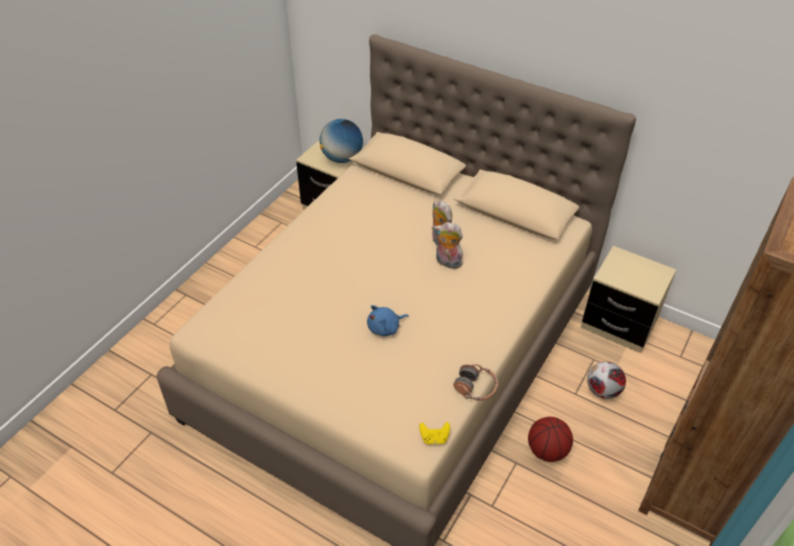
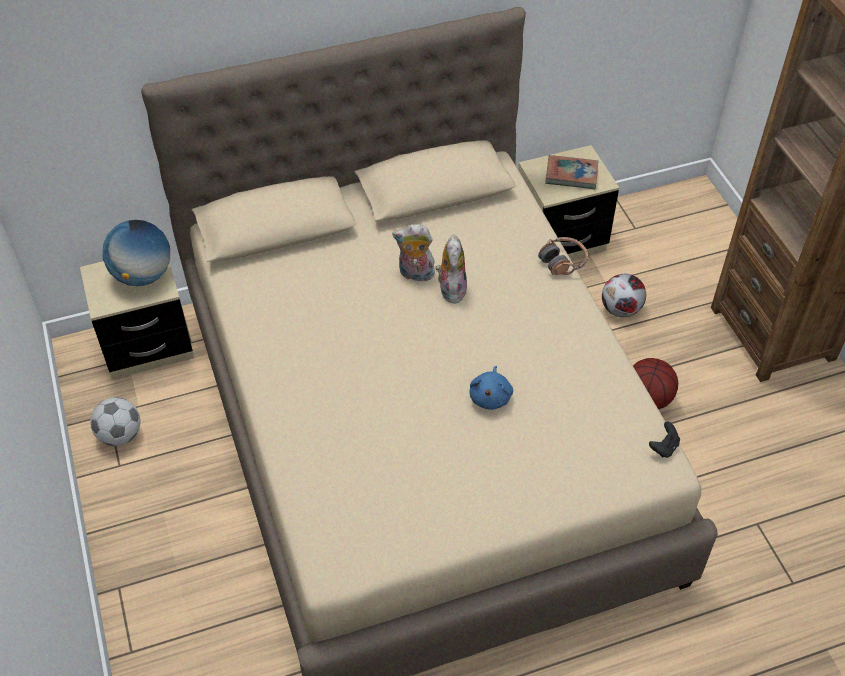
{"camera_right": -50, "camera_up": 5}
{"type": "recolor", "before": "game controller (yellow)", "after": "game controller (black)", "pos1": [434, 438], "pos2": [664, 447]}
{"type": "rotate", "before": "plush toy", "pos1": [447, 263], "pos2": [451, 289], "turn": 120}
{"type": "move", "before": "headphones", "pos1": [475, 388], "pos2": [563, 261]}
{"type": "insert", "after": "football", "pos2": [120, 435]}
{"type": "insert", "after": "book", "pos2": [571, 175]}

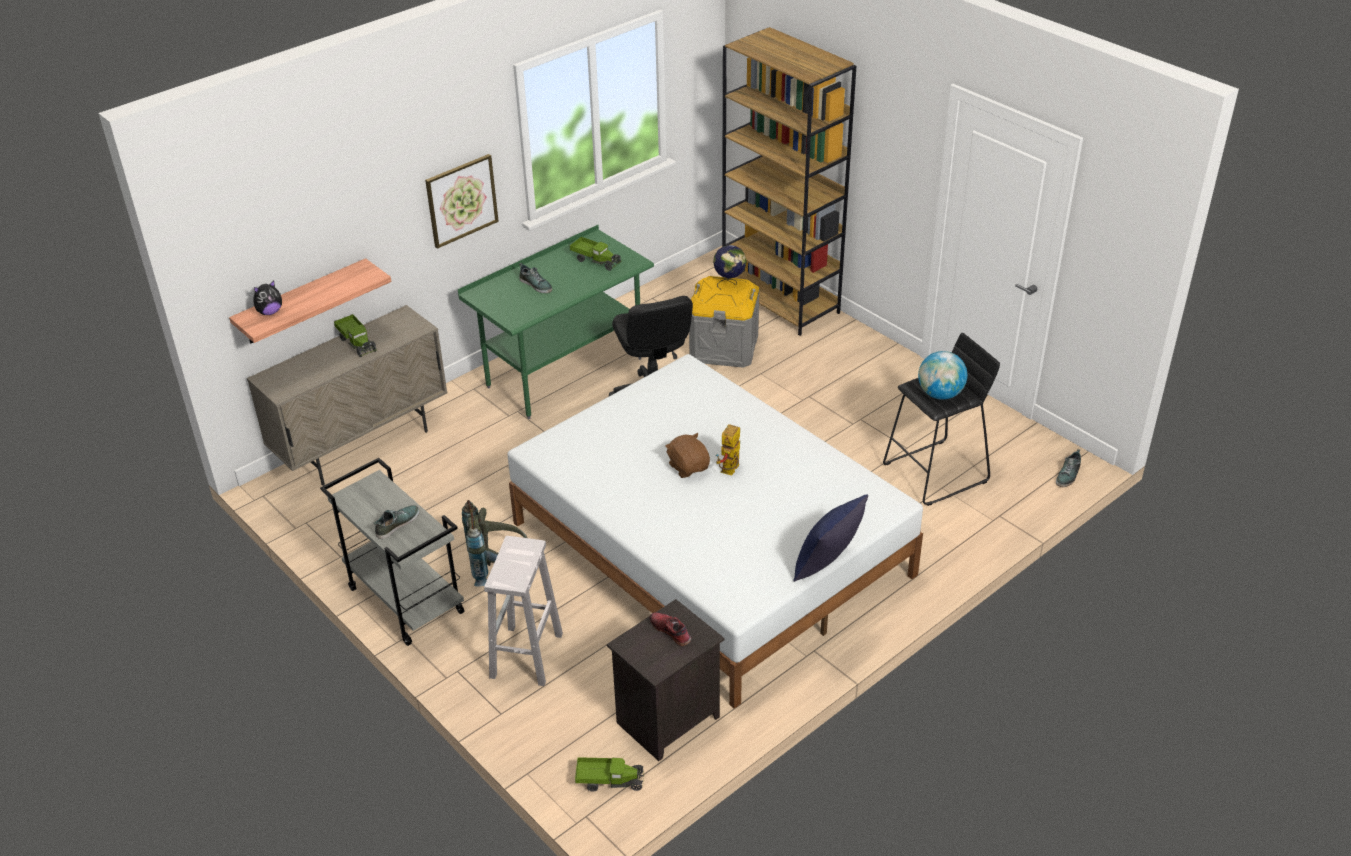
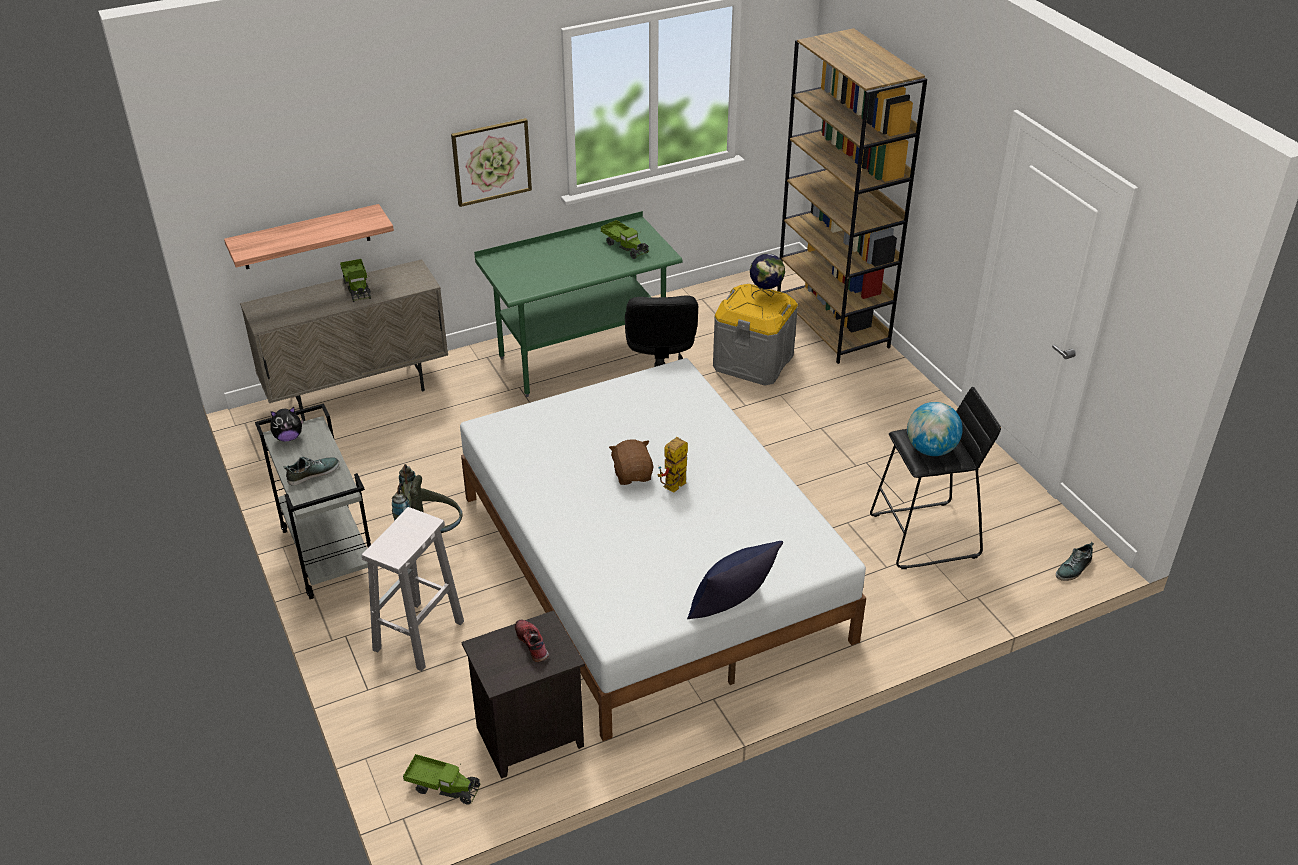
{"camera_right": 15, "camera_up": 0}
{"type": "move", "before": "plush toy", "pos1": [270, 312], "pos2": [288, 437]}
{"type": "delete", "before": "shoe", "pos1": [536, 285]}

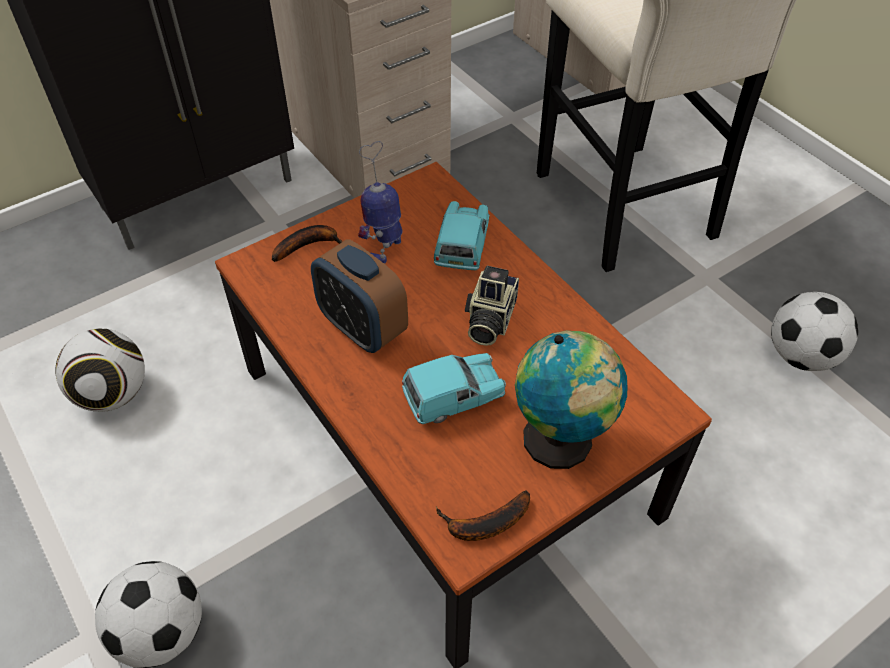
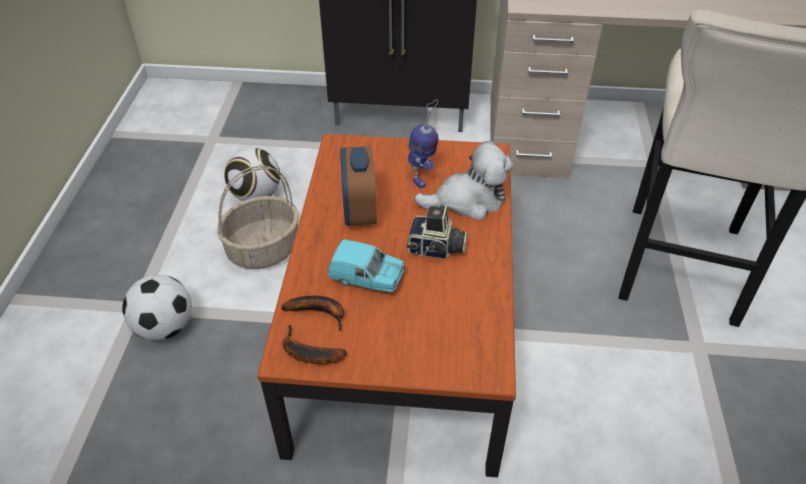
{"camera_right": 40, "camera_up": -5}
{"type": "move", "before": "banana", "pos1": [309, 245], "pos2": [320, 312]}
{"type": "rotate", "before": "toy robot", "pos1": [385, 247], "pos2": [422, 175], "turn": 120}
{"type": "replace", "before": "toy car (turquoise)", "after": "plush toy", "pos1": [462, 247], "pos2": [468, 200]}
{"type": "rotate", "before": "photo camera", "pos1": [488, 320], "pos2": [436, 249], "turn": -135}
{"type": "delete", "before": "globe", "pos1": [561, 442]}
{"type": "delete", "before": "football", "pos1": [801, 356]}
{"type": "insert", "after": "basket", "pos2": [264, 248]}

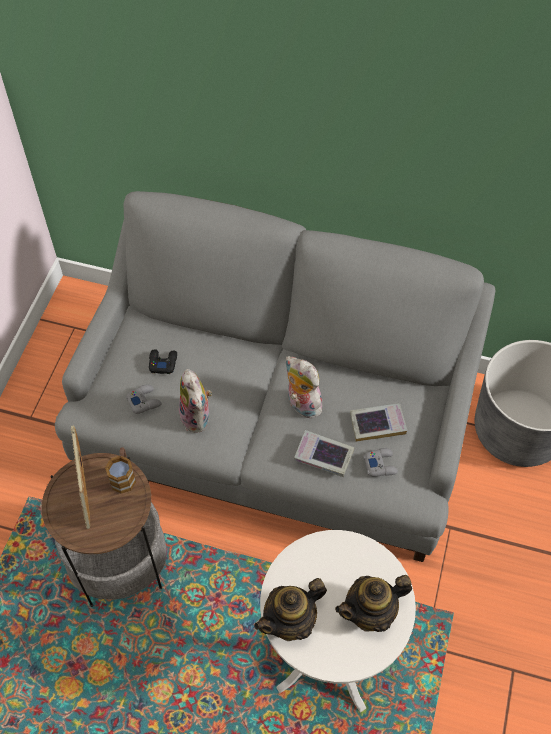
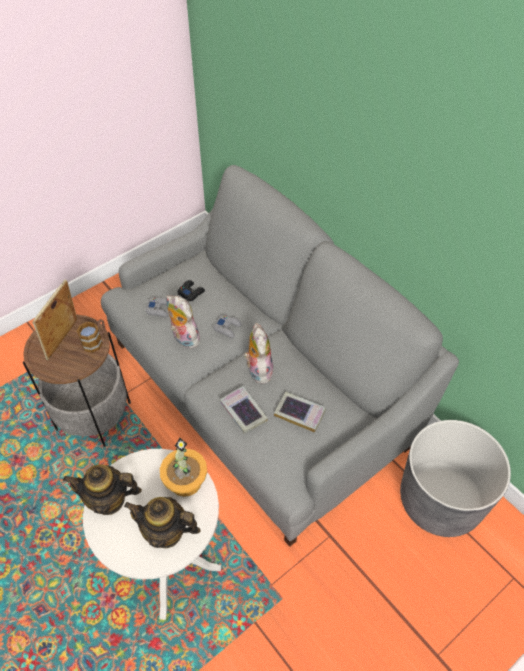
{"camera_right": 35, "camera_up": -5}
{"type": "rotate", "before": "plush toy", "pos1": [198, 417], "pos2": [183, 338], "turn": 120}
{"type": "move", "before": "game controller (grey)", "pos1": [380, 464], "pos2": [227, 328]}
{"type": "insert", "after": "potted plant", "pos2": [185, 480]}

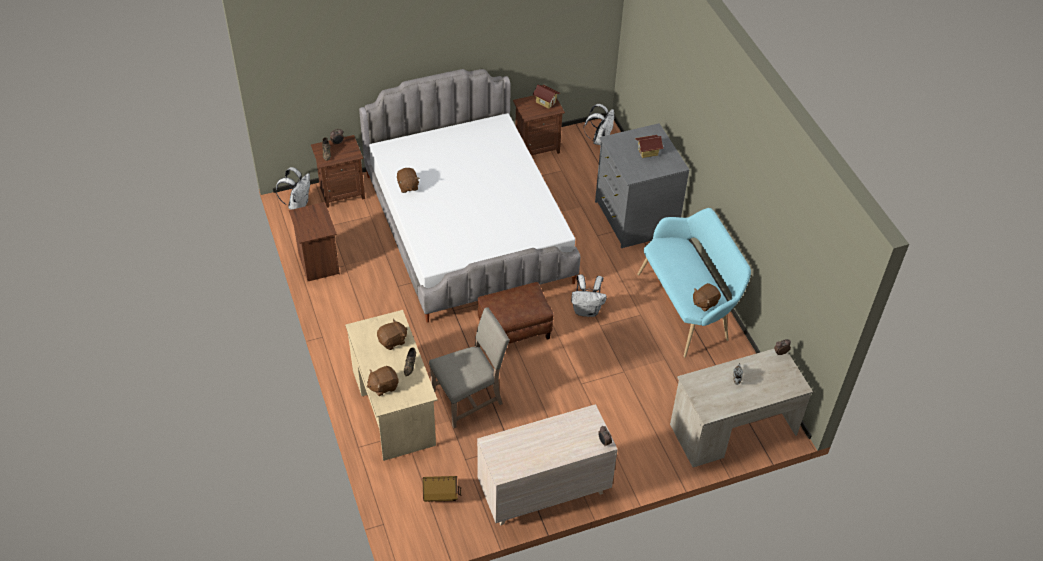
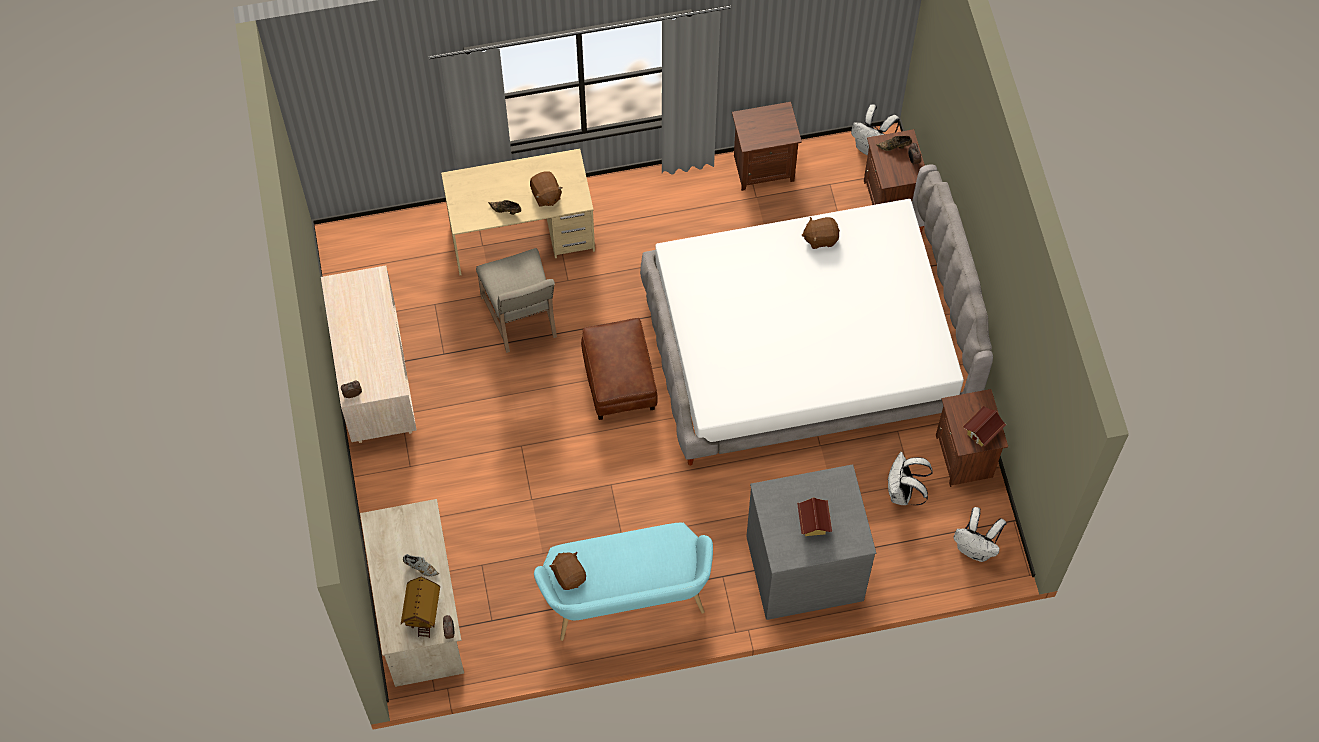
{"camera_right": 100, "camera_up": 15}
{"type": "delete", "before": "plush toy (brown)", "pos1": [383, 386]}
{"type": "move", "before": "toy house", "pos1": [441, 495], "pos2": [422, 612]}
{"type": "move", "before": "backpack (white)", "pos1": [587, 310], "pos2": [902, 493]}

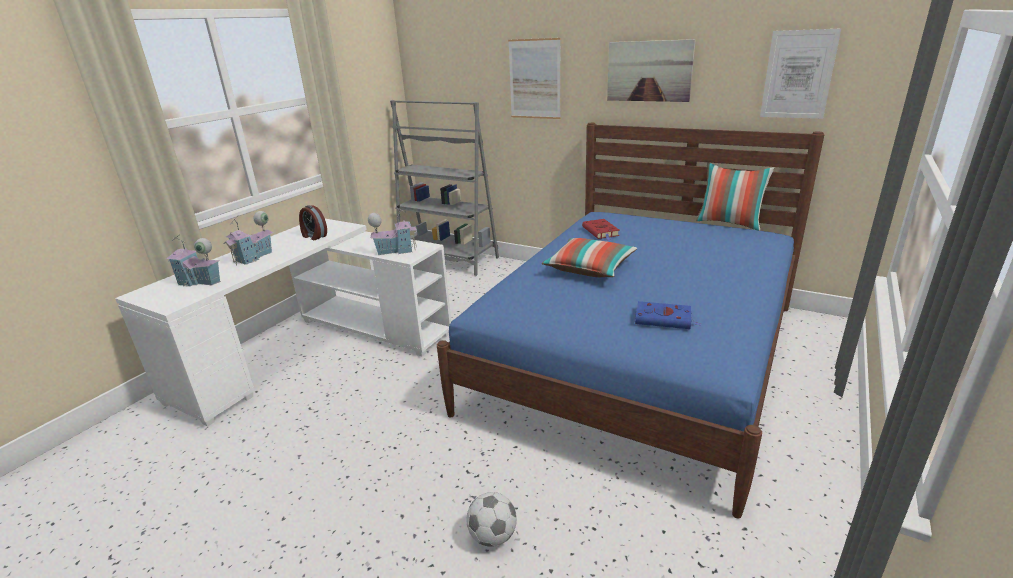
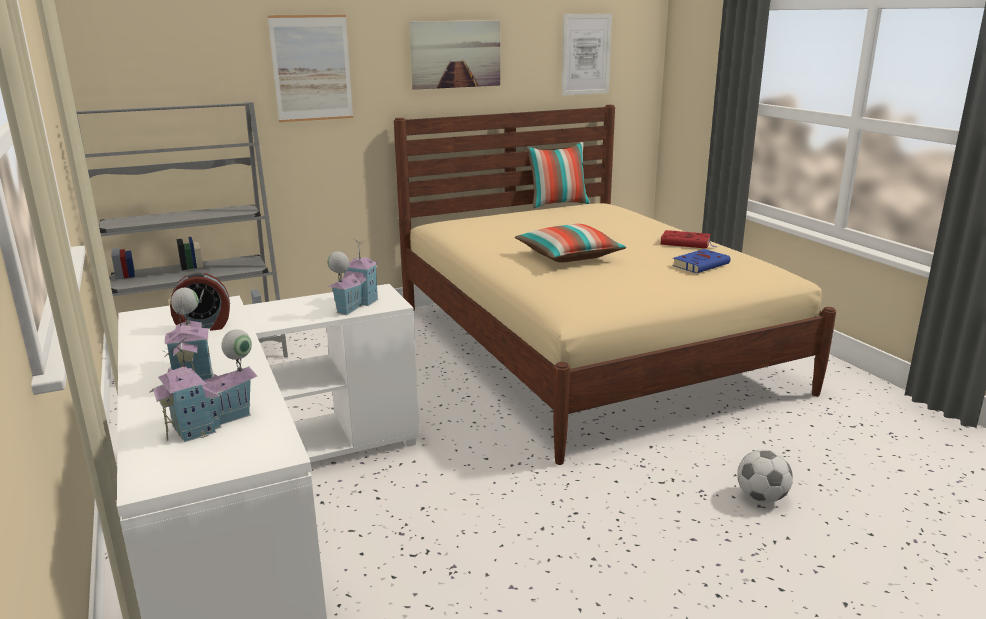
{"camera_right": -55, "camera_up": -5}
{"type": "recolor", "before": "bed (blue)", "after": "bed (beige)", "pos1": [638, 356], "pos2": [586, 347]}
{"type": "move", "before": "book (red)", "pos1": [601, 232], "pos2": [687, 243]}

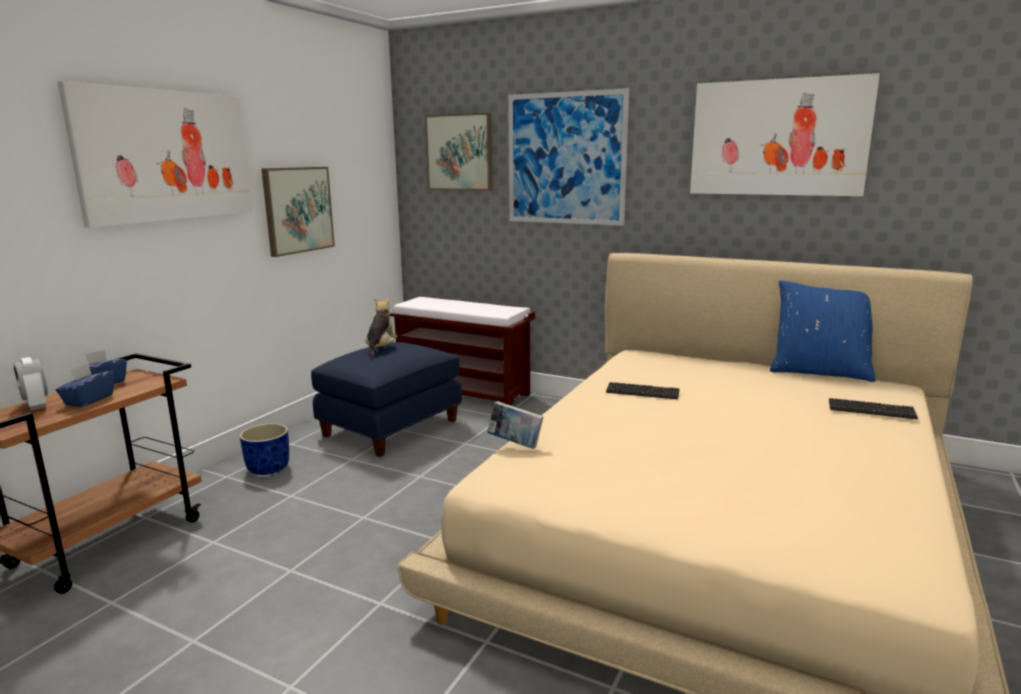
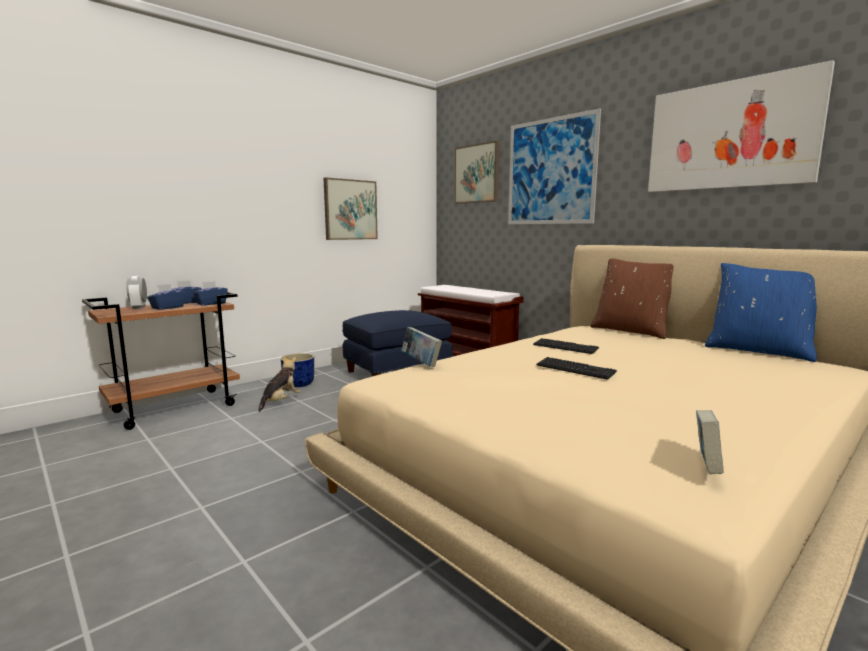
{"camera_right": 20, "camera_up": -5}
{"type": "delete", "before": "picture", "pos1": [166, 155]}
{"type": "move", "before": "plush toy", "pos1": [381, 348], "pos2": [280, 402]}
{"type": "move", "before": "keyboard", "pos1": [871, 410], "pos2": [575, 369]}
{"type": "insert", "after": "tissue box (blue)", "pos2": [211, 303]}
{"type": "insert", "after": "pillow (brown)", "pos2": [631, 331]}
{"type": "insert", "after": "book", "pos2": [706, 467]}

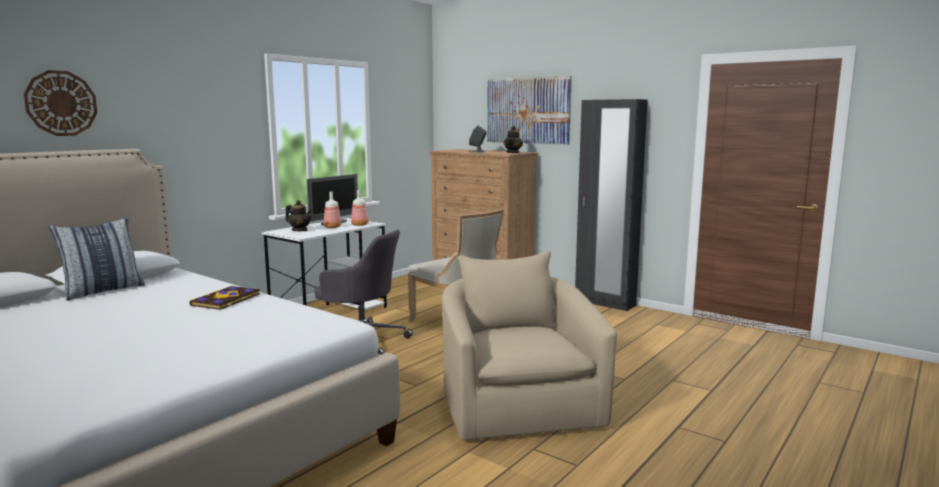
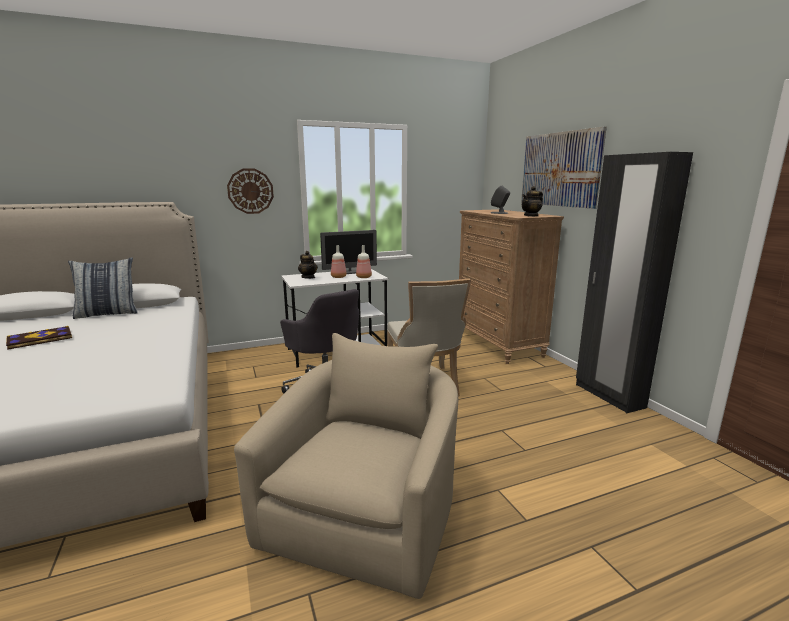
{"camera_right": 30, "camera_up": 5}
{"type": "move", "before": "wall clock", "pos1": [61, 103], "pos2": [250, 191]}
{"type": "move", "before": "book", "pos1": [227, 300], "pos2": [40, 339]}

